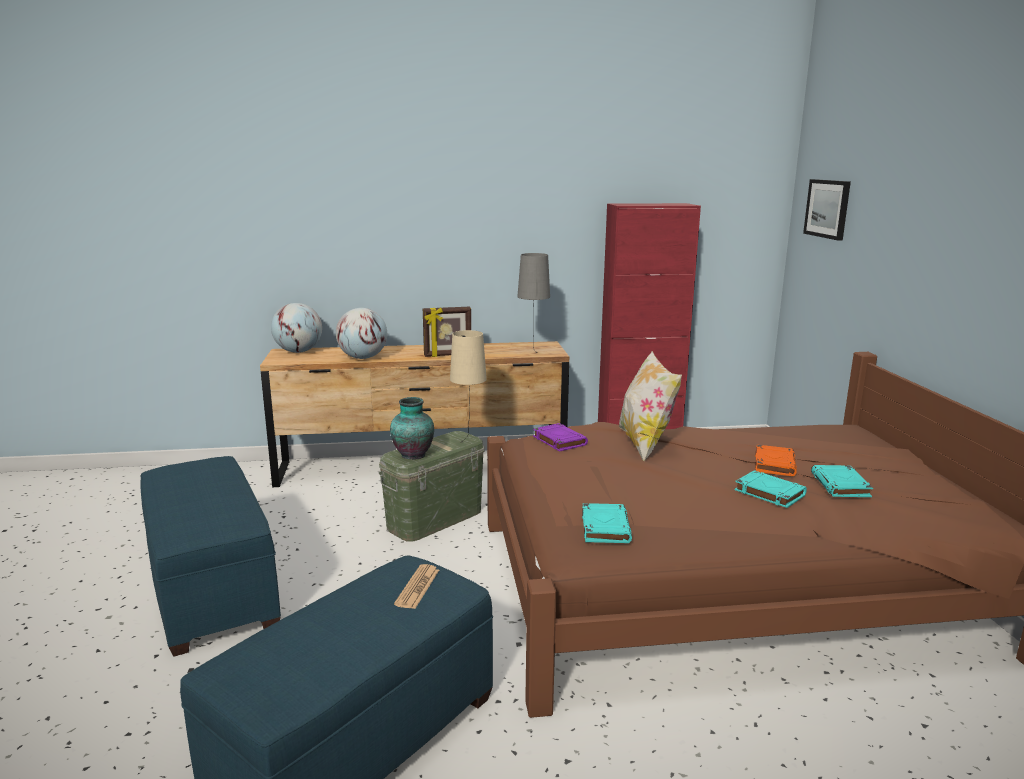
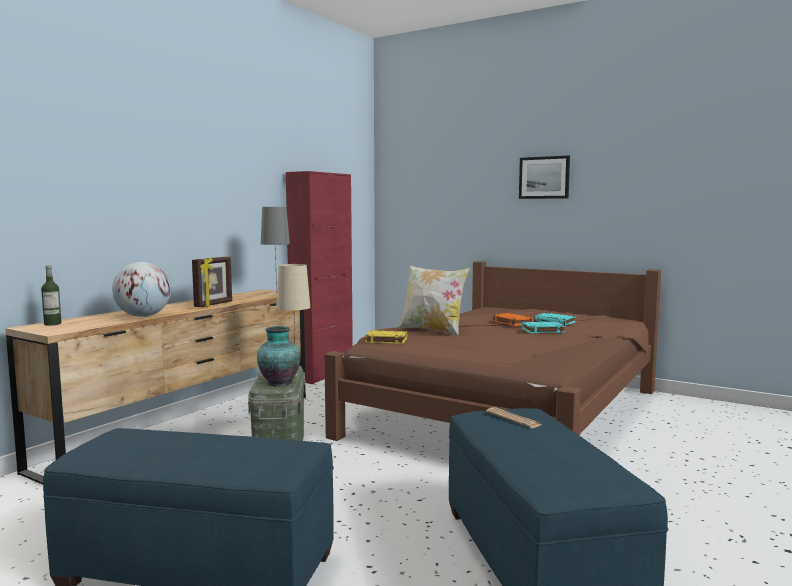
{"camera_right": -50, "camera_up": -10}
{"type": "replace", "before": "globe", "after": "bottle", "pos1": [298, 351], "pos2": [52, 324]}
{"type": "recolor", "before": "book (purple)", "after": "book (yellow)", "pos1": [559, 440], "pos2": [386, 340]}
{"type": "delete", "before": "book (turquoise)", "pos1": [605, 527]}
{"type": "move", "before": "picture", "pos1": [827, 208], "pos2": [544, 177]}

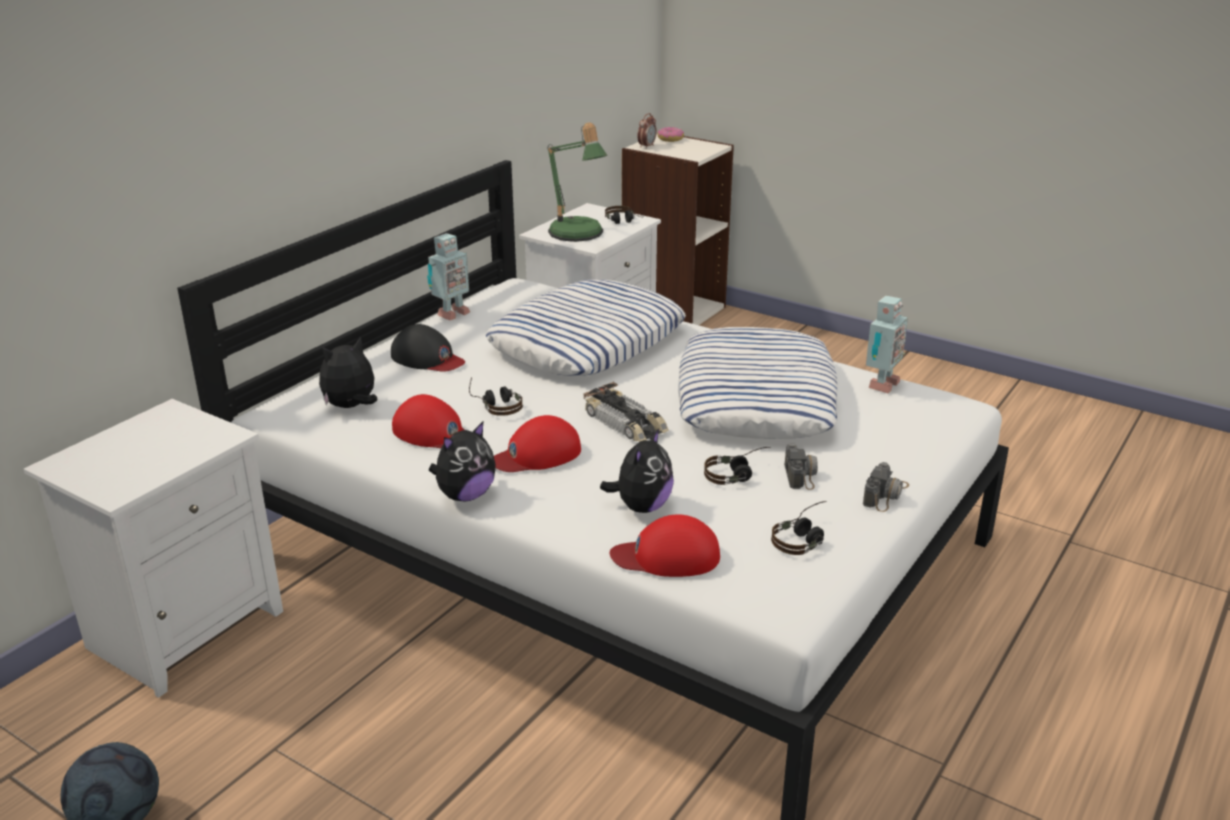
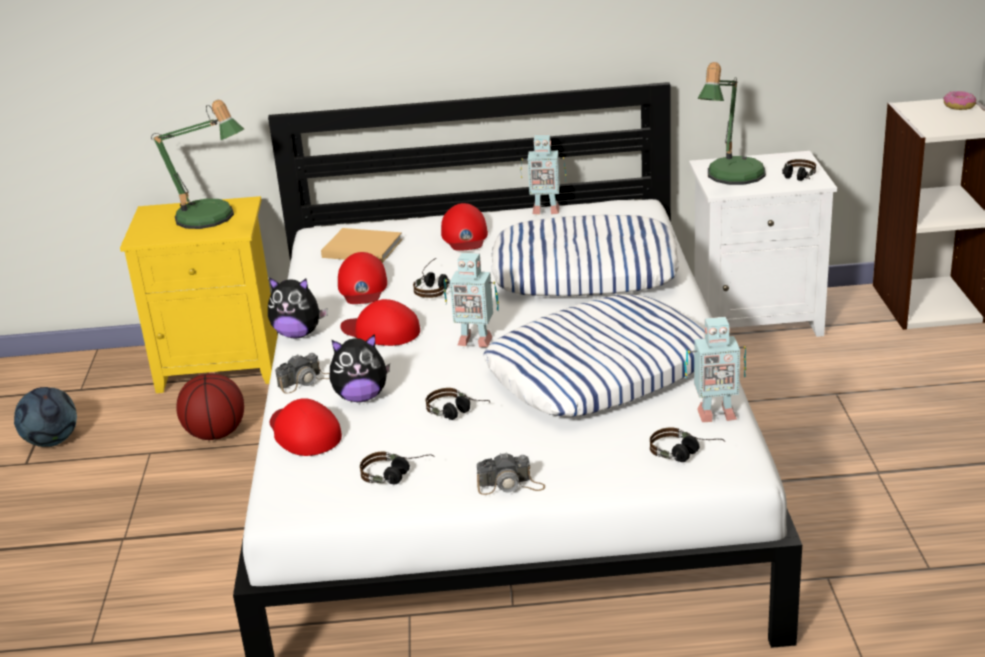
{"camera_right": 55, "camera_up": 0}
{"type": "recolor", "before": "nightstand (white)", "after": "nightstand (yellow)", "pos1": [185, 628], "pos2": [222, 364]}
{"type": "replace", "before": "plush toy", "after": "book (beige)", "pos1": [351, 407], "pos2": [360, 248]}
{"type": "recolor", "before": "cap (black)", "after": "cap (red)", "pos1": [427, 358], "pos2": [465, 236]}
{"type": "replace", "before": "toy car", "after": "toy robot", "pos1": [626, 423], "pos2": [474, 340]}
{"type": "delete", "before": "alarm clock", "pos1": [646, 146]}
{"type": "move", "before": "photo camera", "pos1": [801, 473], "pos2": [307, 381]}
{"type": "insert", "after": "table lamp", "pos2": [211, 219]}
{"type": "insert", "after": "basketball", "pos2": [216, 433]}
{"type": "insert", "after": "headphones", "pos2": [686, 454]}

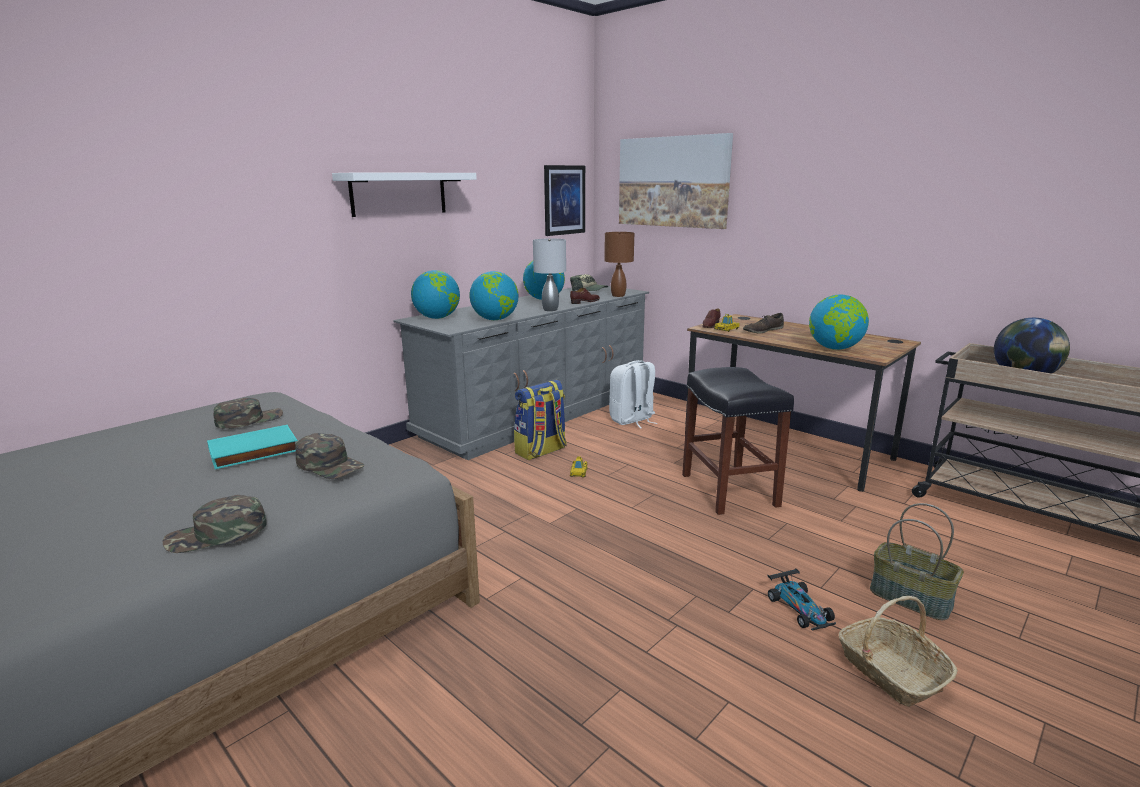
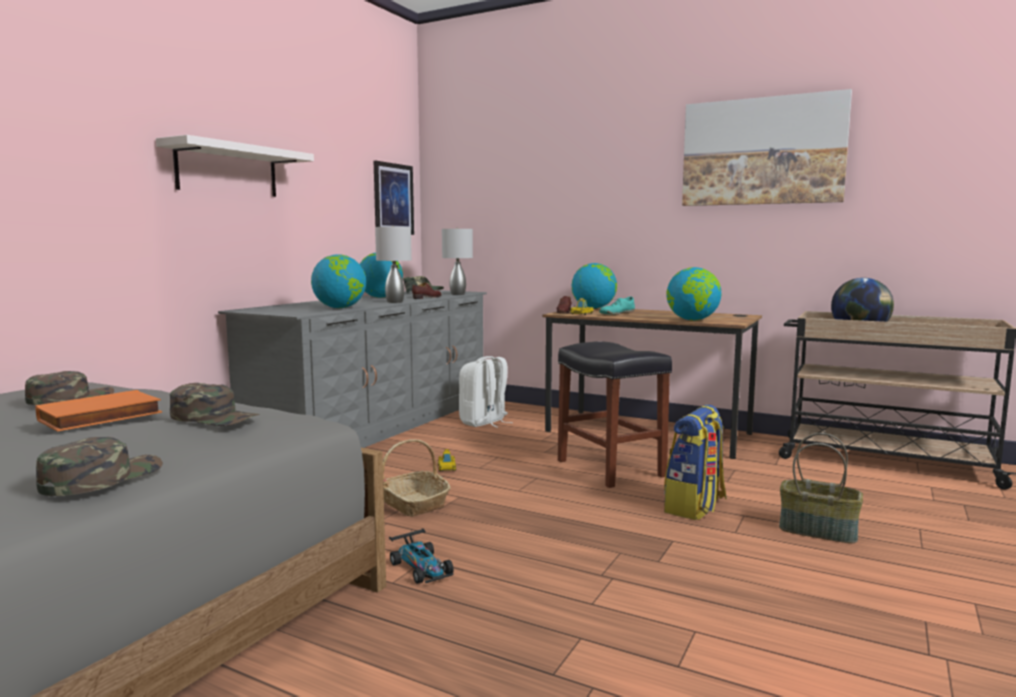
{"camera_right": -15, "camera_up": -10}
{"type": "rotate", "before": "cap (green)", "pos1": [217, 534], "pos2": [101, 478], "turn": 150}
{"type": "recolor", "before": "book (turquoise)", "after": "book (orange)", "pos1": [254, 452], "pos2": [100, 417]}
{"type": "move", "before": "globe", "pos1": [437, 318], "pos2": [593, 308]}
{"type": "move", "before": "backpack", "pos1": [541, 451], "pos2": [695, 507]}
{"type": "recolor", "before": "table lamp (brown)", "after": "table lamp (grey)", "pos1": [618, 295], "pos2": [458, 294]}
{"type": "move", "before": "picture", "pos1": [673, 182], "pos2": [762, 151]}
{"type": "recolor", "before": "shoe (brown)", "after": "shoe (turquoise)", "pos1": [763, 330], "pos2": [616, 313]}
{"type": "move", "before": "toy car", "pos1": [800, 608], "pos2": [422, 568]}
{"type": "move", "before": "basket", "pos1": [890, 671], "pos2": [412, 503]}

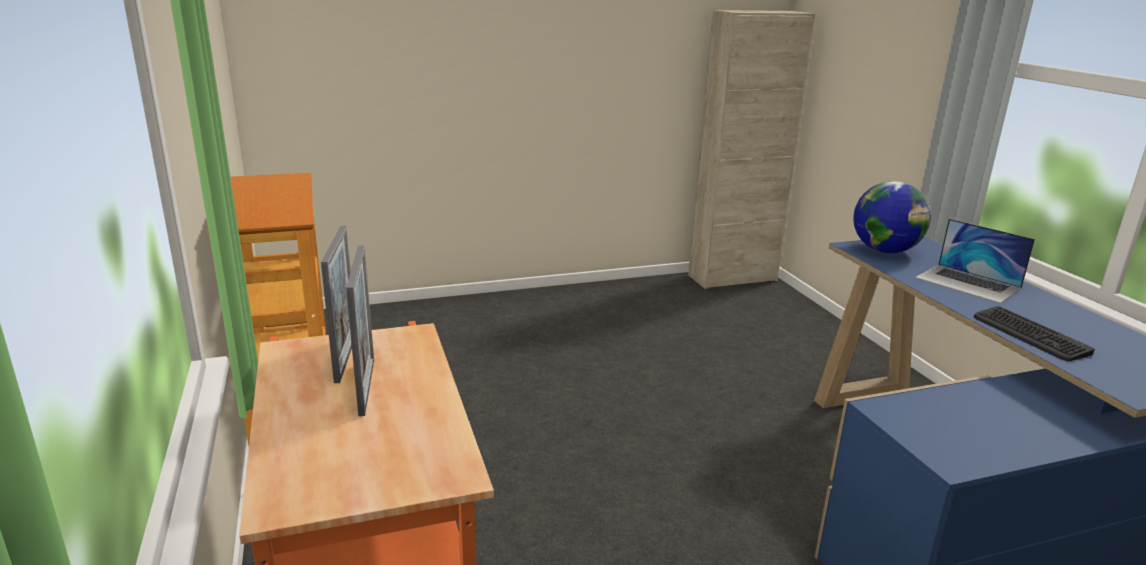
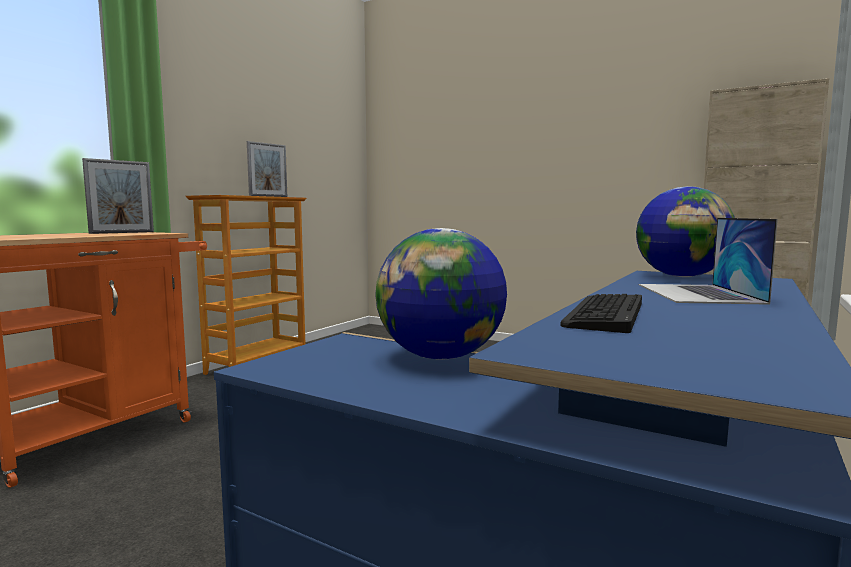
{"camera_right": 50, "camera_up": -15}
{"type": "move", "before": "picture frame", "pos1": [366, 386], "pos2": [268, 196]}
{"type": "insert", "after": "globe", "pos2": [441, 357]}

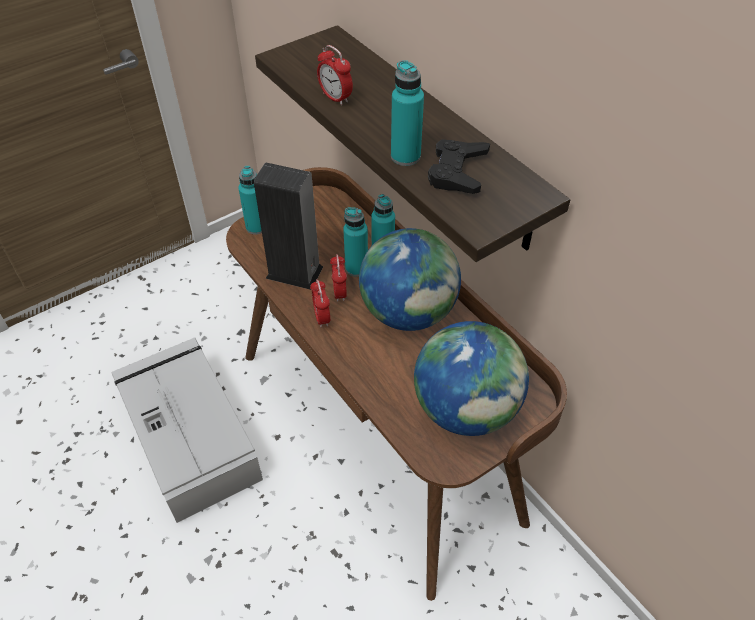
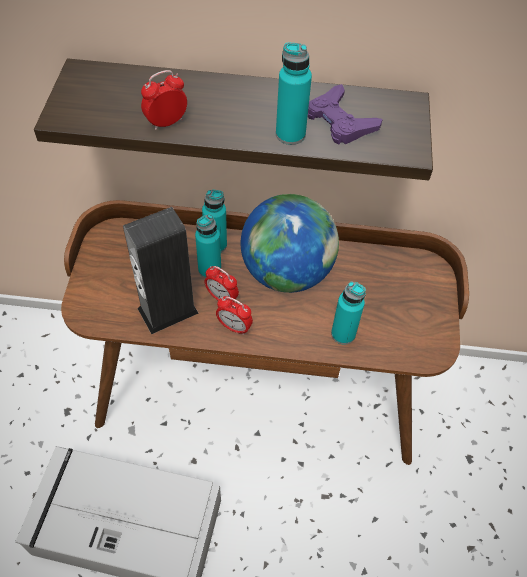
{"camera_right": -50, "camera_up": 5}
{"type": "move", "before": "bottle (turquoise)", "pos1": [256, 227], "pos2": [343, 334]}
{"type": "rotate", "before": "alarm clock", "pos1": [335, 98], "pos2": [166, 122], "turn": 150}
{"type": "delete", "before": "globe", "pos1": [465, 409]}
{"type": "recolor", "before": "game controller (black)", "after": "game controller (purple)", "pos1": [457, 171], "pos2": [339, 121]}

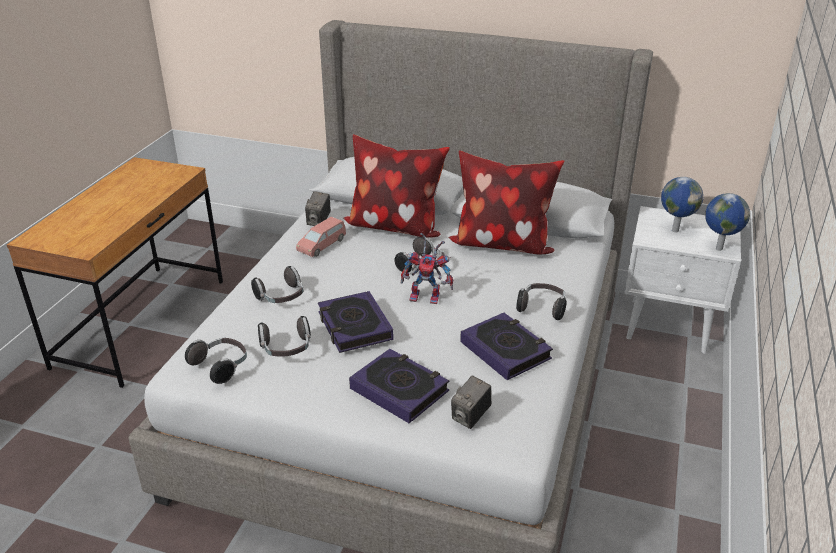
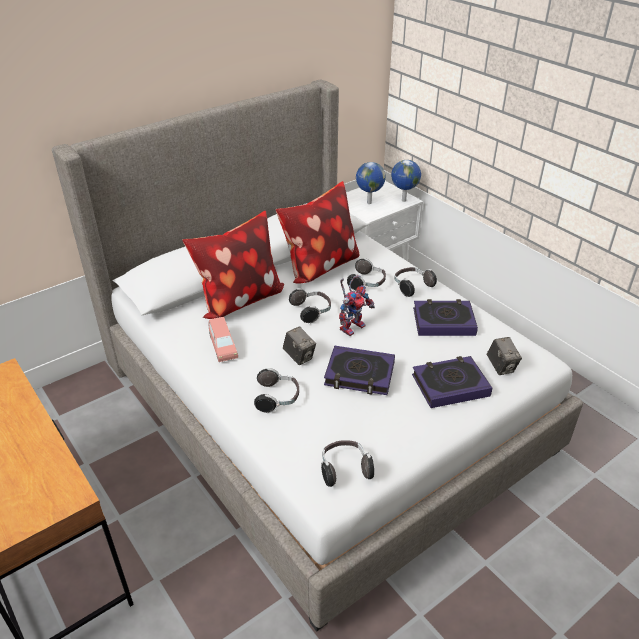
{"camera_right": -55, "camera_up": 5}
{"type": "move", "before": "headphones", "pos1": [286, 349], "pos2": [367, 283]}
{"type": "move", "before": "photo camera", "pos1": [319, 221], "pos2": [299, 357]}

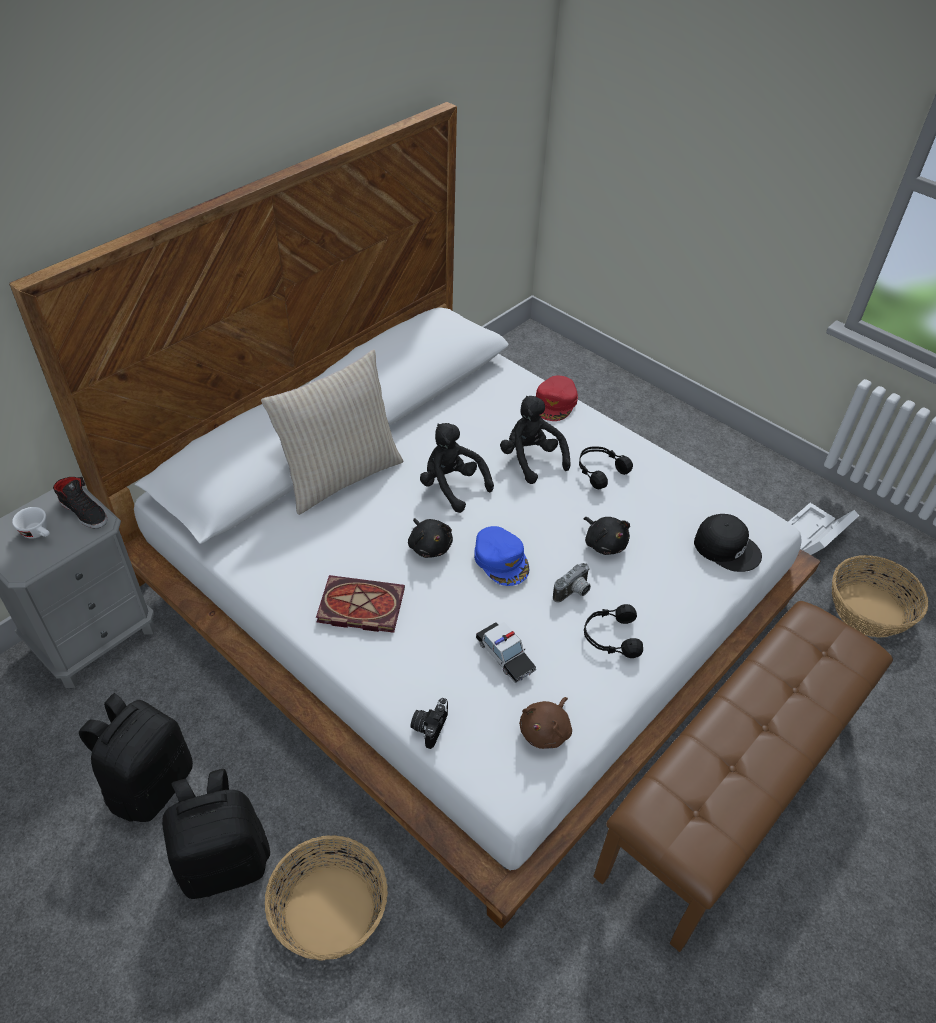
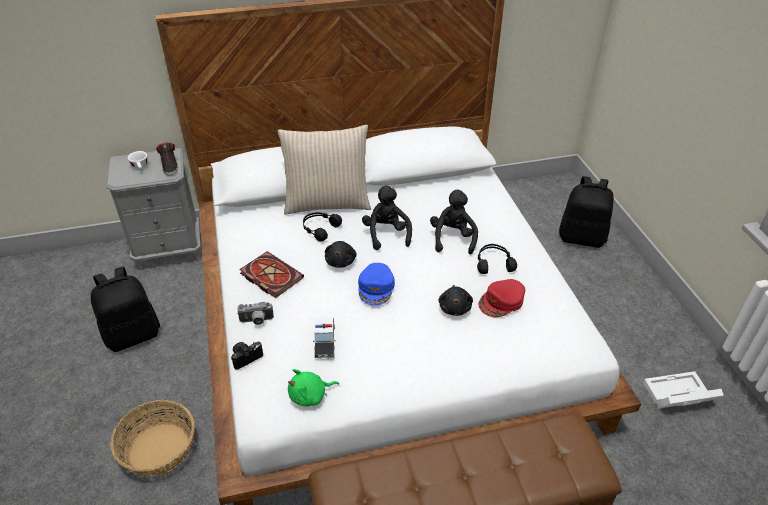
{"camera_right": 35, "camera_up": -5}
{"type": "move", "before": "backpack (black)", "pos1": [224, 861], "pos2": [582, 237]}
{"type": "recolor", "before": "plush toy (brown)", "after": "plush toy (green)", "pos1": [546, 731], "pos2": [310, 396]}
{"type": "move", "before": "cap (red)", "pos1": [555, 403], "pos2": [501, 302]}
{"type": "move", "before": "photo camera", "pos1": [573, 593], "pos2": [256, 321]}
{"type": "move", "before": "headphones (black)", "pos1": [610, 637], "pos2": [320, 229]}
{"type": "delete", "before": "cap (black)", "pos1": [727, 547]}
{"type": "delete", "before": "basket", "pos1": [868, 609]}

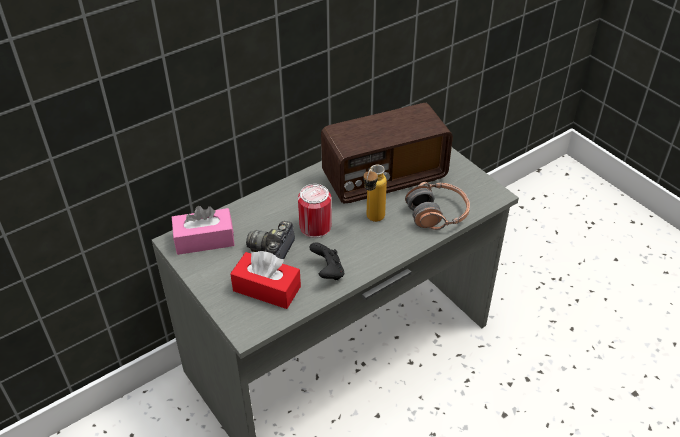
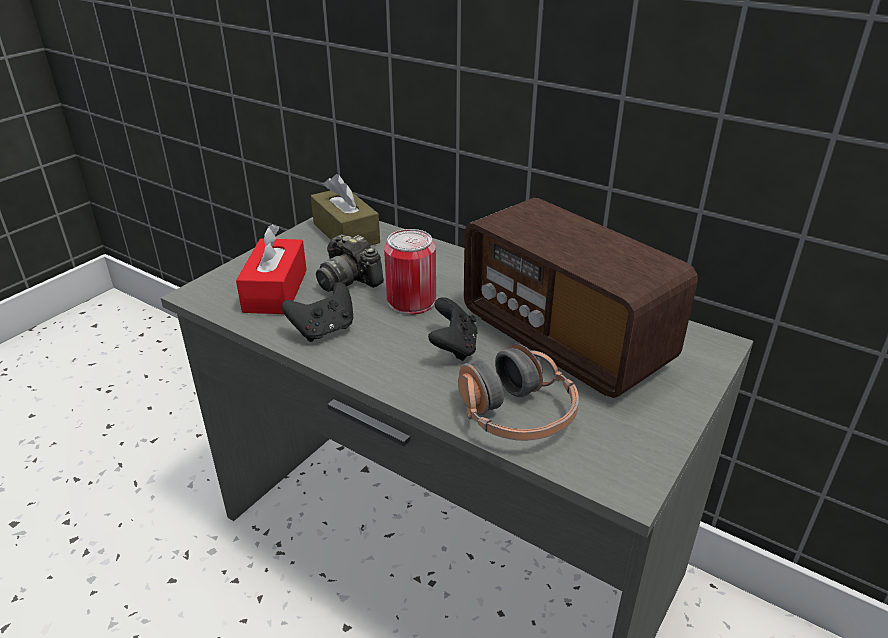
{"camera_right": 70, "camera_up": -10}
{"type": "recolor", "before": "tissue box (pink)", "after": "tissue box (brown)", "pos1": [204, 240], "pos2": [346, 233]}
{"type": "rotate", "before": "photo camera", "pos1": [273, 250], "pos2": [348, 280], "turn": -135}
{"type": "replace", "before": "bottle", "after": "game controller (black)", "pos1": [372, 221], "pos2": [454, 348]}

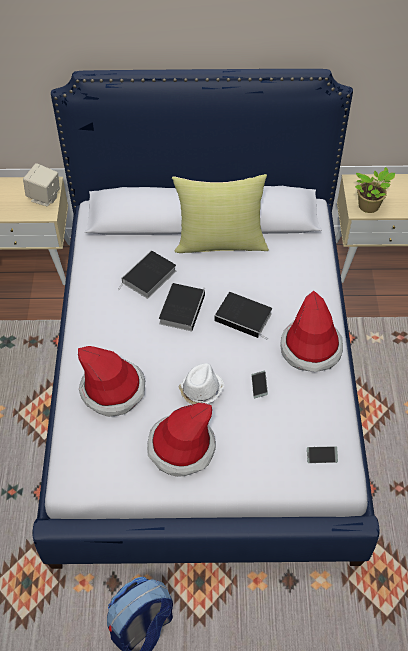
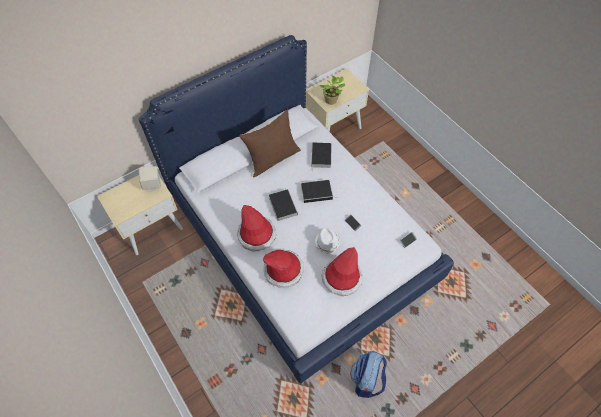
{"camera_right": -35, "camera_up": 5}
{"type": "move", "before": "book", "pos1": [148, 278], "pos2": [321, 157]}
{"type": "recolor", "before": "pillow (yellow)", "after": "pillow (brown)", "pos1": [221, 242], "pos2": [272, 158]}
{"type": "move", "before": "hat", "pos1": [311, 348], "pos2": [257, 235]}

